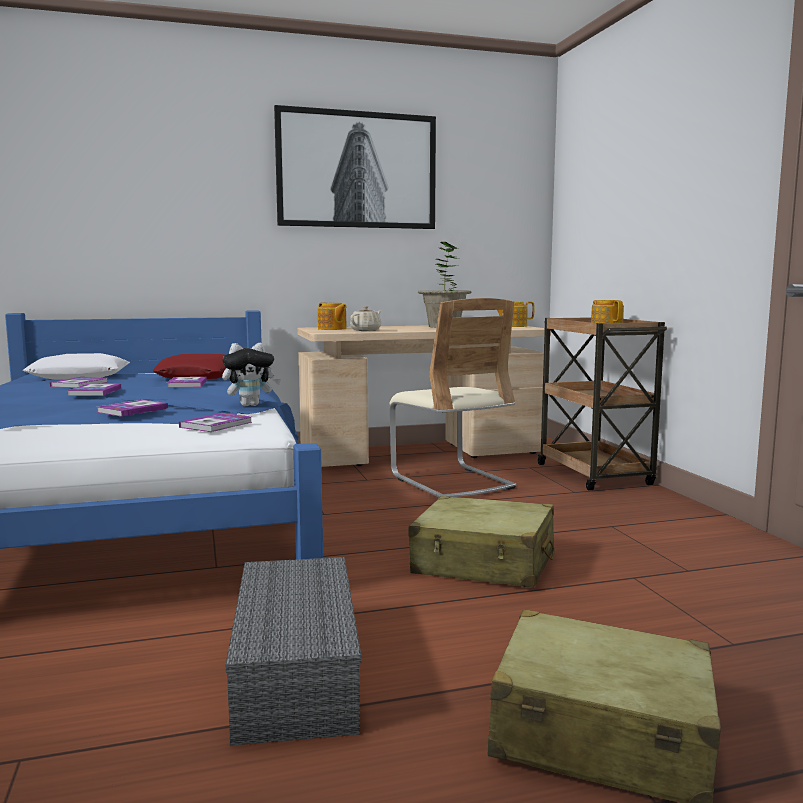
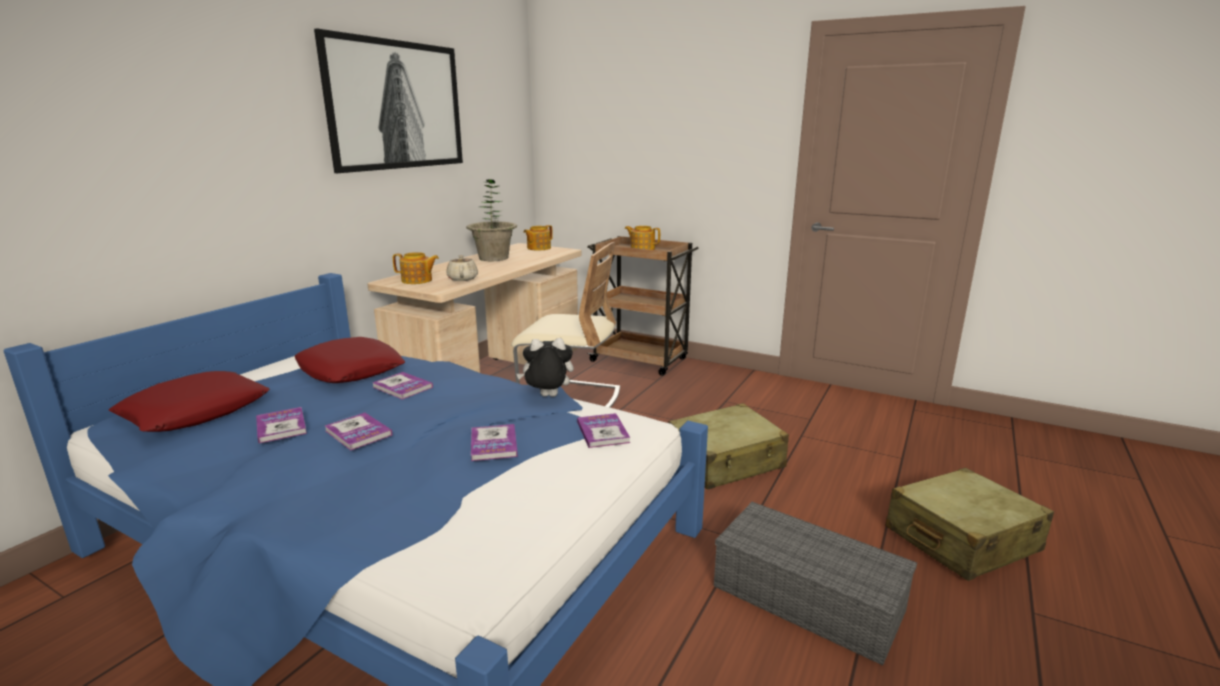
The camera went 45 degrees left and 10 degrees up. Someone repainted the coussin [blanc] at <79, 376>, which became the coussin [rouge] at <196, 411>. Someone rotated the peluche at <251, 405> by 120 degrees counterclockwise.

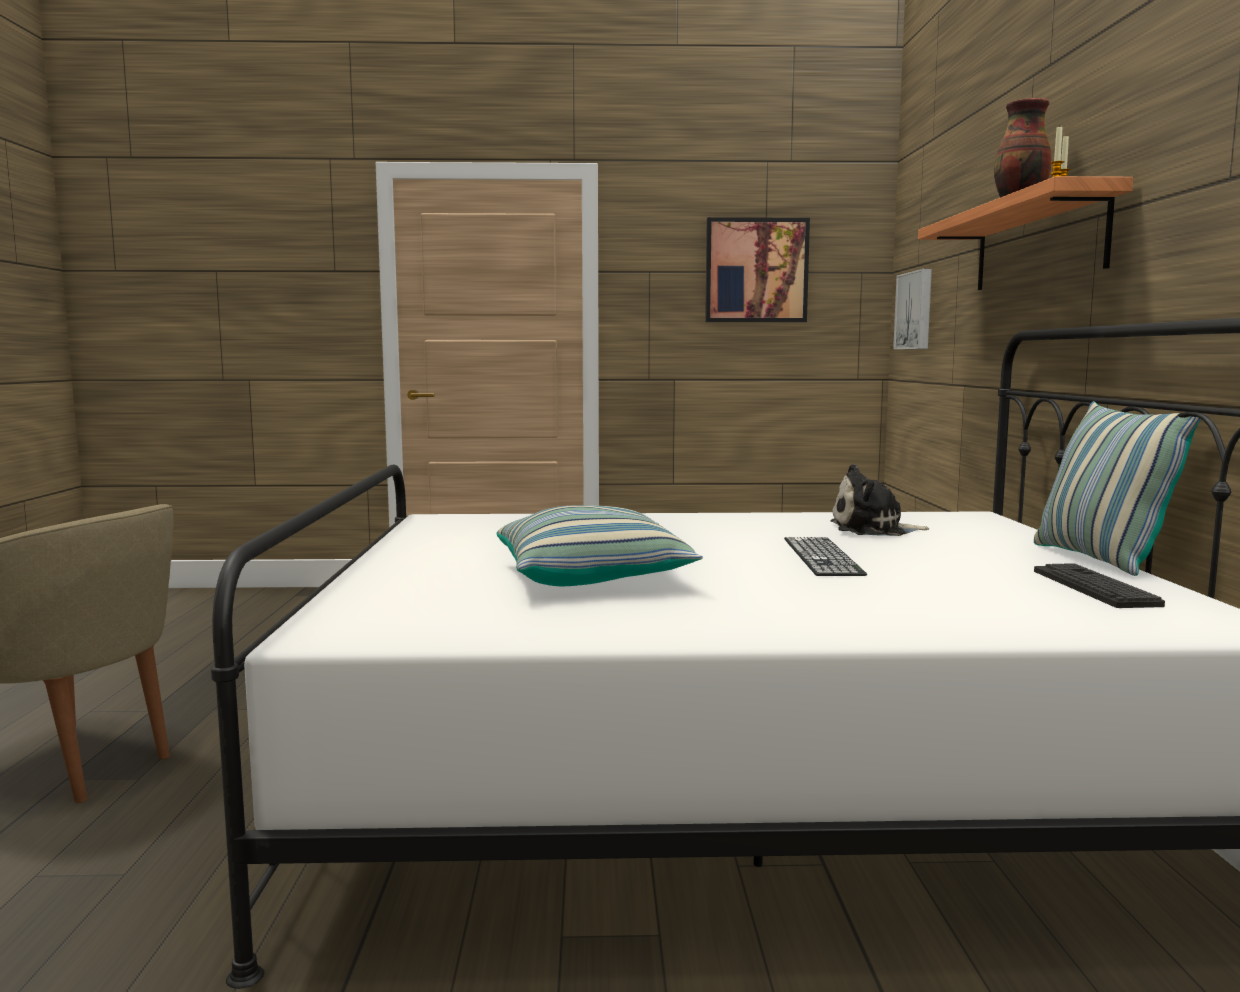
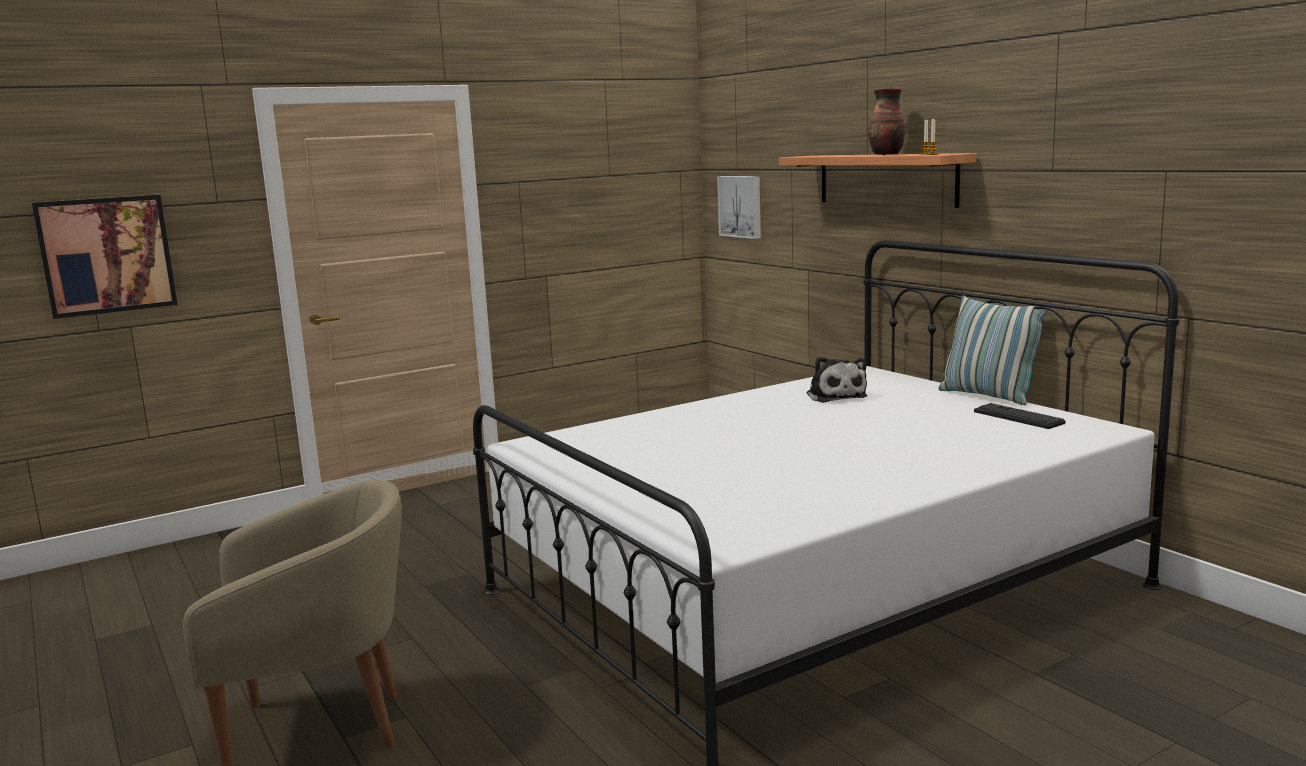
The camera went 30 degrees left and 5 degrees up. Someone took away the coussin at <593, 578>. Someone took away the clavier at <822, 556>. Someone carried the tableau from <756, 270> to <106, 255>. Someone rotated the peluche at <873, 530> by 75 degrees counterclockwise.

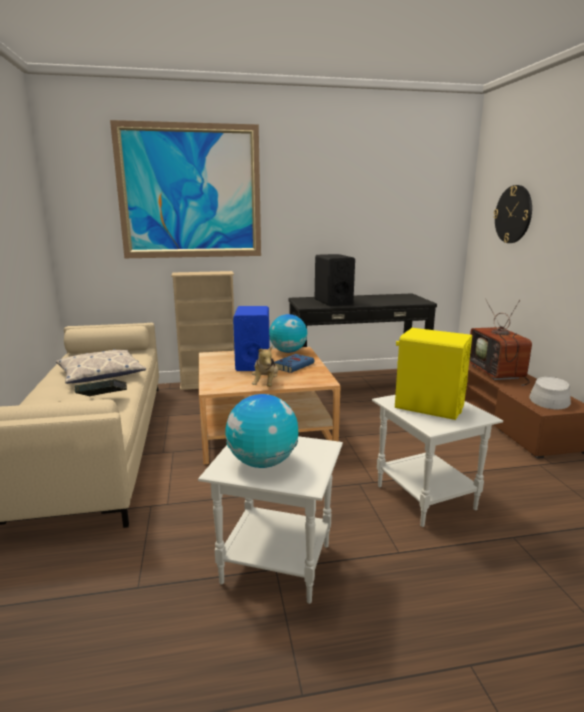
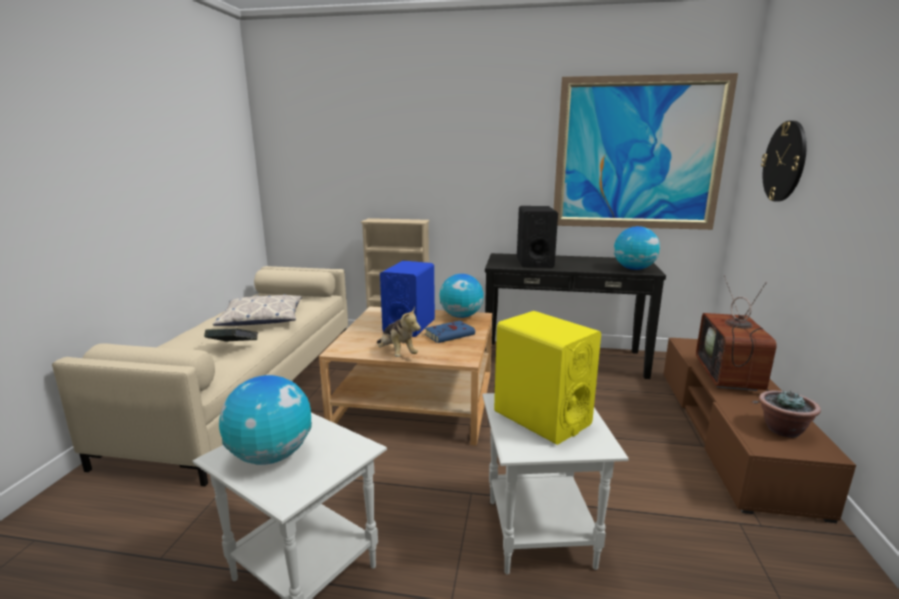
The camera went 20 degrees right and 0 degrees up. Someone put down the globe at <634, 269>. Someone carried the tableau from <190, 192> to <638, 154>. Someone swapped the chapeau [gris] at <549, 398> for the plante en pot at <782, 430>. Someone rotated the peluche at <266, 384> by 60 degrees counterclockwise.

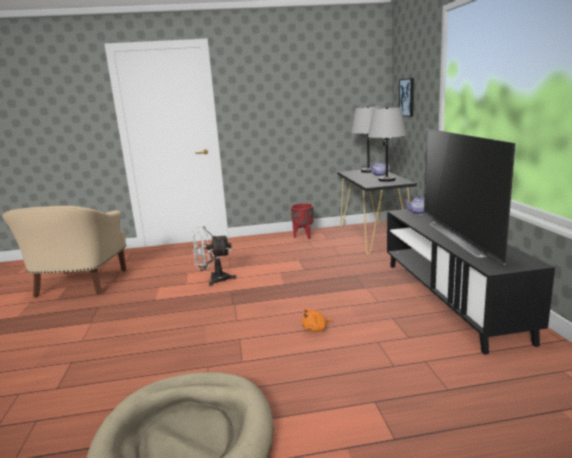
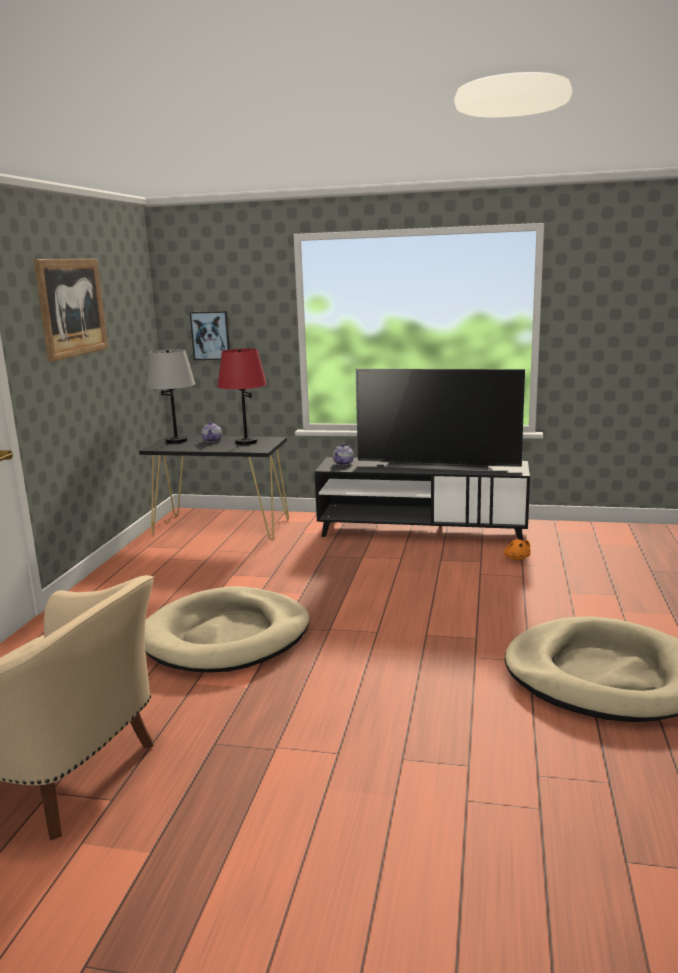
The camera went 70 degrees left and 0 degrees up. Someone took away the cache-pot [rouge] at <303, 236>. Someone put up the tableau at <72, 307>. Someone carried the peluche [orange] from <316, 329> to <516, 558>. Someone swapped the ventilateur [blanc] at <214, 280> for the panier pour chien [beige] at <227, 636>. Someone repainted the lampe de table [gris] at <386, 180>, which became the lampe de table [rouge] at <245, 442>.

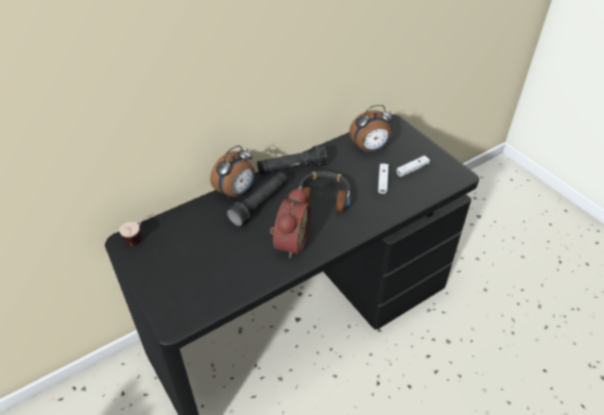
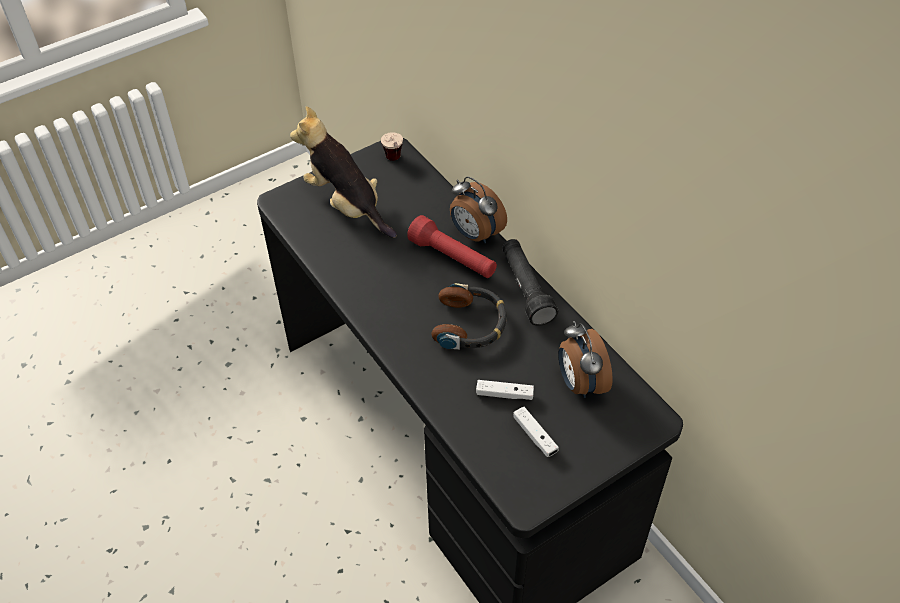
The camera went 90 degrees right and 5 degrees up. Someone took away the réveil at <289, 242>. Someone put down the peluche at <347, 205>. Someone repainted the lampe de poche [noir] at <260, 204>, which became the lampe de poche [rouge] at <453, 258>.

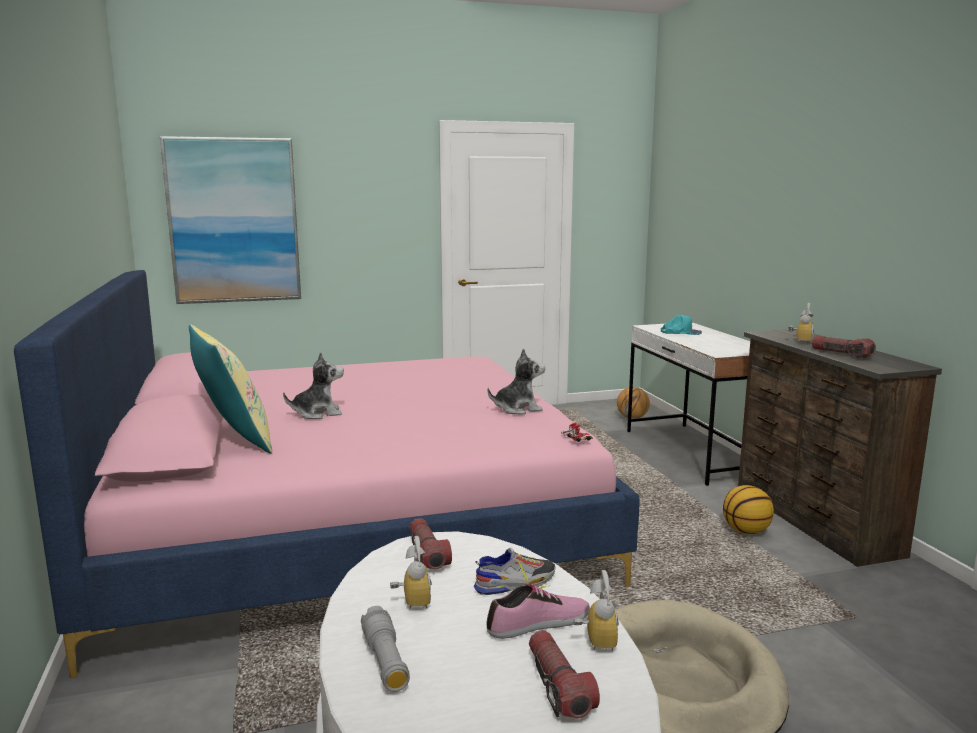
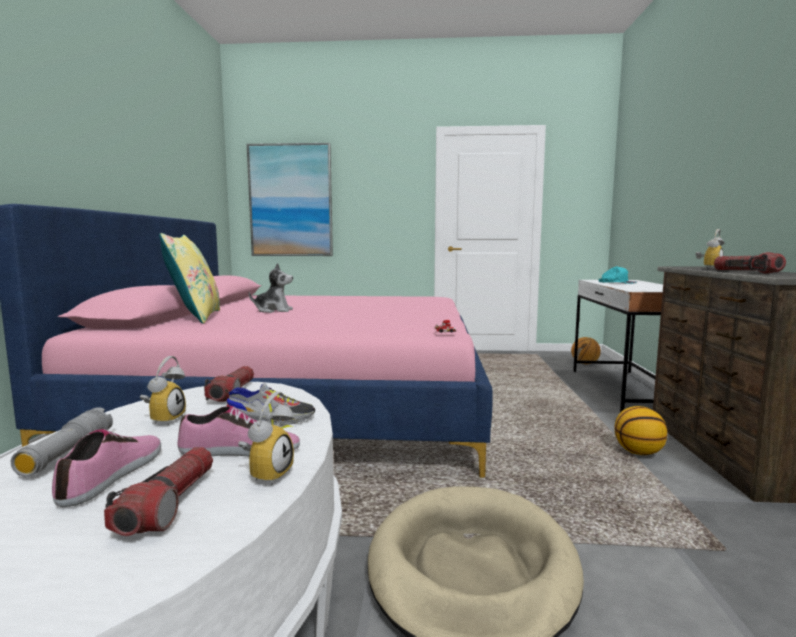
The camera went 20 degrees right and 5 degrees down. Someone took away the peluche at <517, 409>. Someone put down the chaussure at <114, 475>.

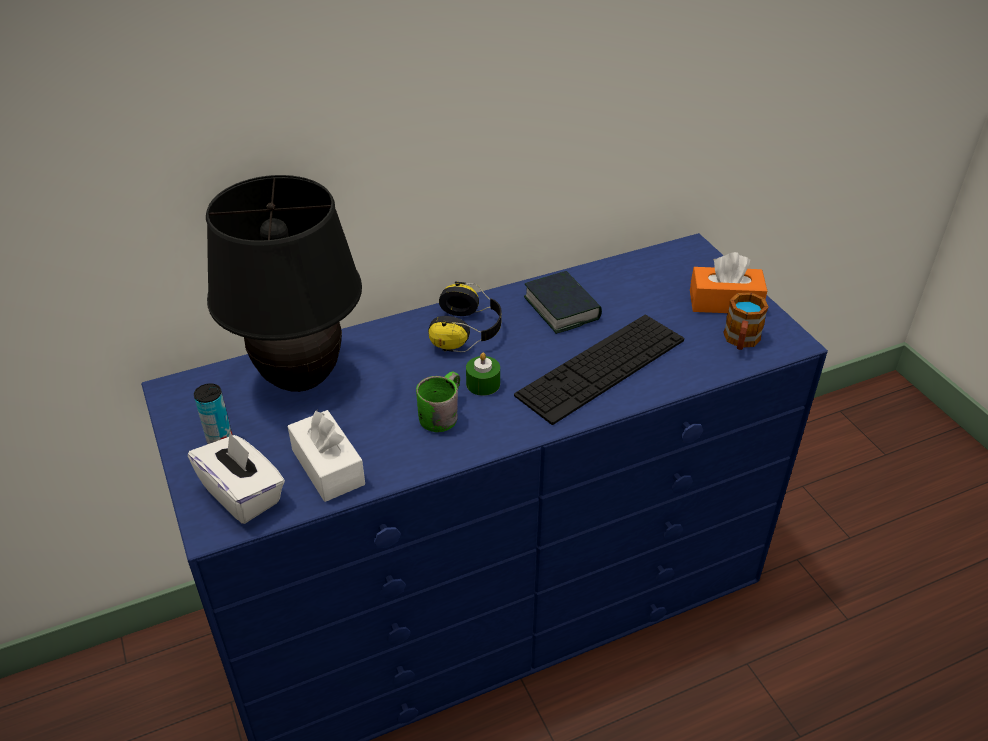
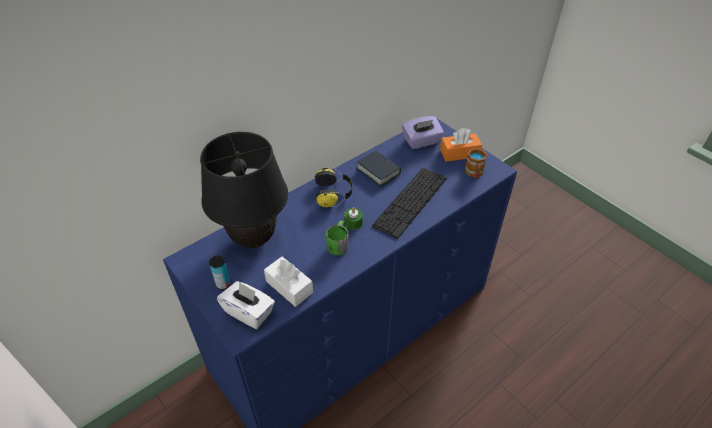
The camera went 15 degrees left and 5 degrees up. Someone put down the boîte à mouchoirs [violet] at <421, 141>.

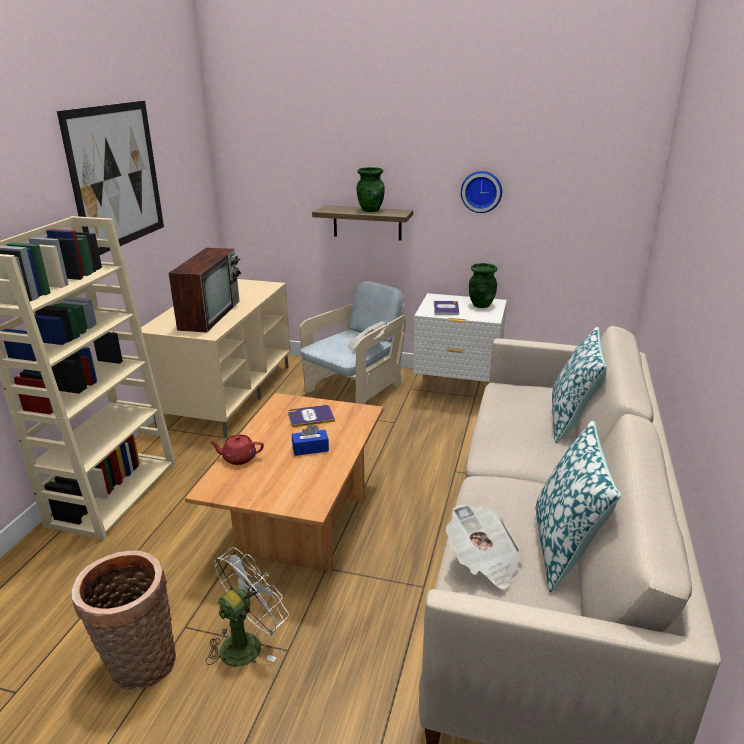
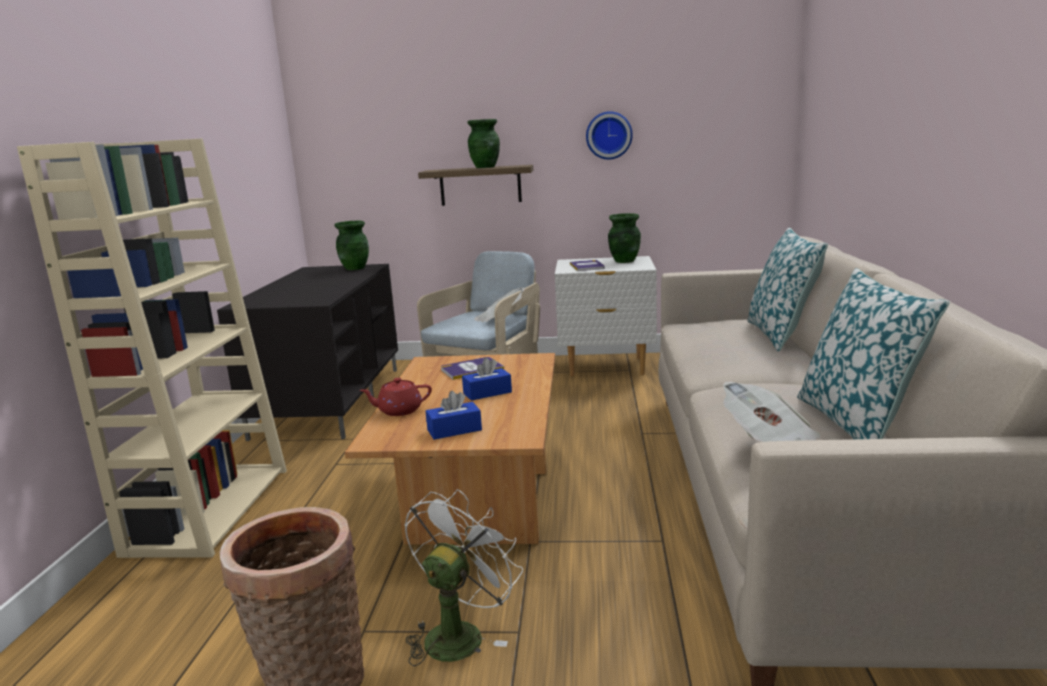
The camera went 10 degrees left and 10 degrees down. Someone took away the tableau at <116, 176>. Someone took away the téléviseur at <210, 314>. Someone put down the vase [vert] at <355, 268>. Someone put down the boîte à mouchoirs [bleu] at <454, 430>. Someone repainted the meuble télé [beige] at <227, 394>, which became the meuble télé [noir] at <329, 401>.

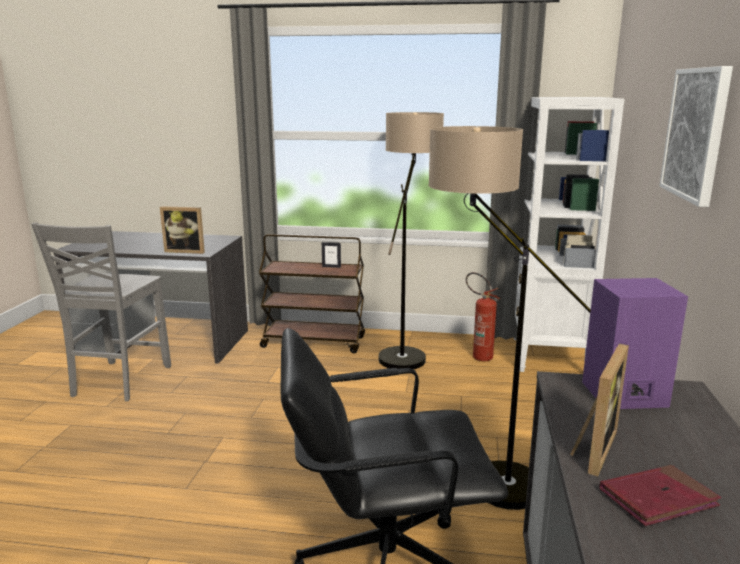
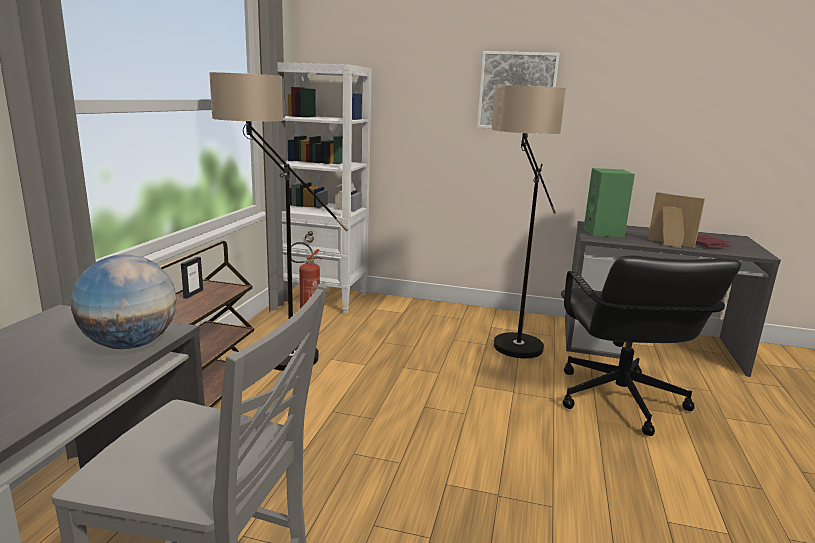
The camera went 85 degrees left and 0 degrees up. Someone swapped the cadre photo at <186, 251> for the globe at <130, 344>. Someone repainted the enceinte [violet] at <623, 395>, which became the enceinte [vert] at <604, 232>.

